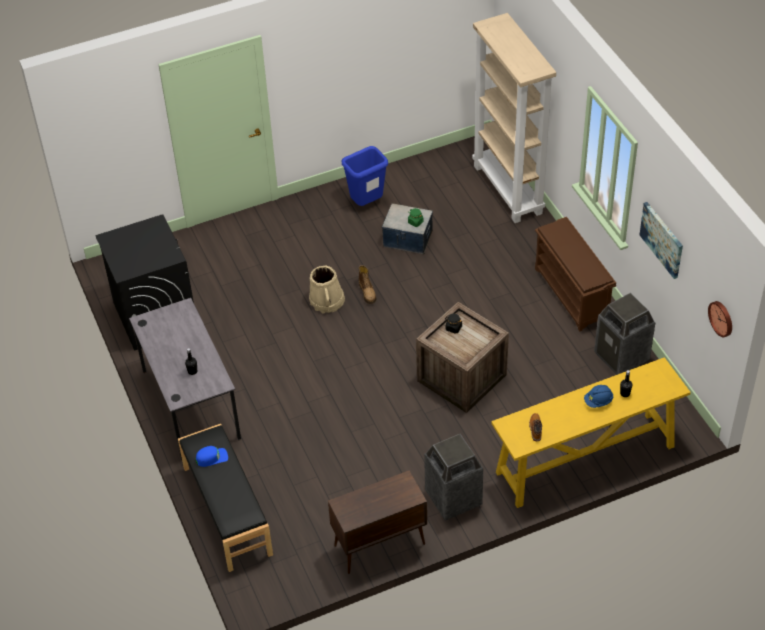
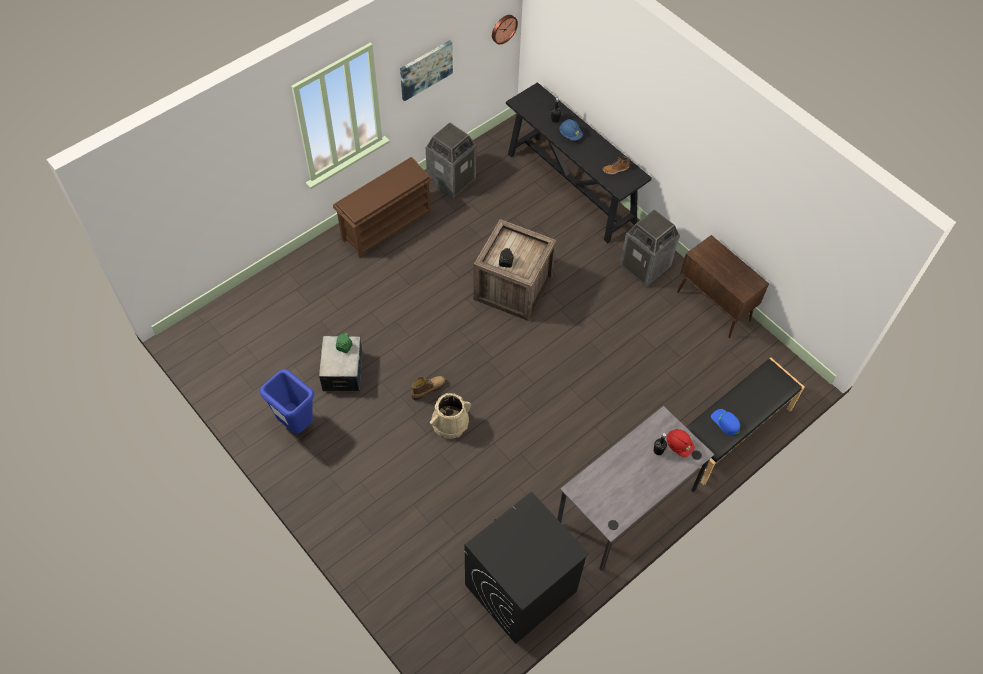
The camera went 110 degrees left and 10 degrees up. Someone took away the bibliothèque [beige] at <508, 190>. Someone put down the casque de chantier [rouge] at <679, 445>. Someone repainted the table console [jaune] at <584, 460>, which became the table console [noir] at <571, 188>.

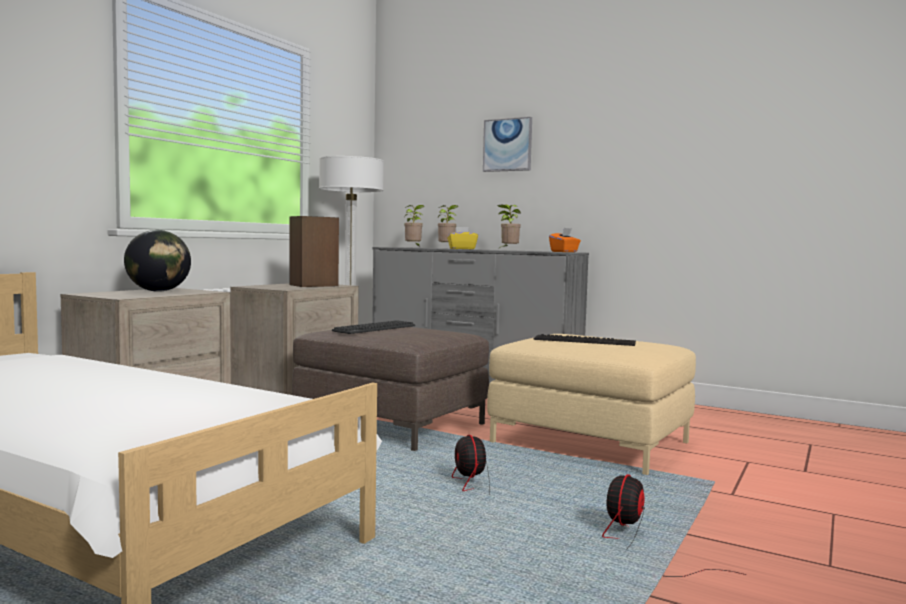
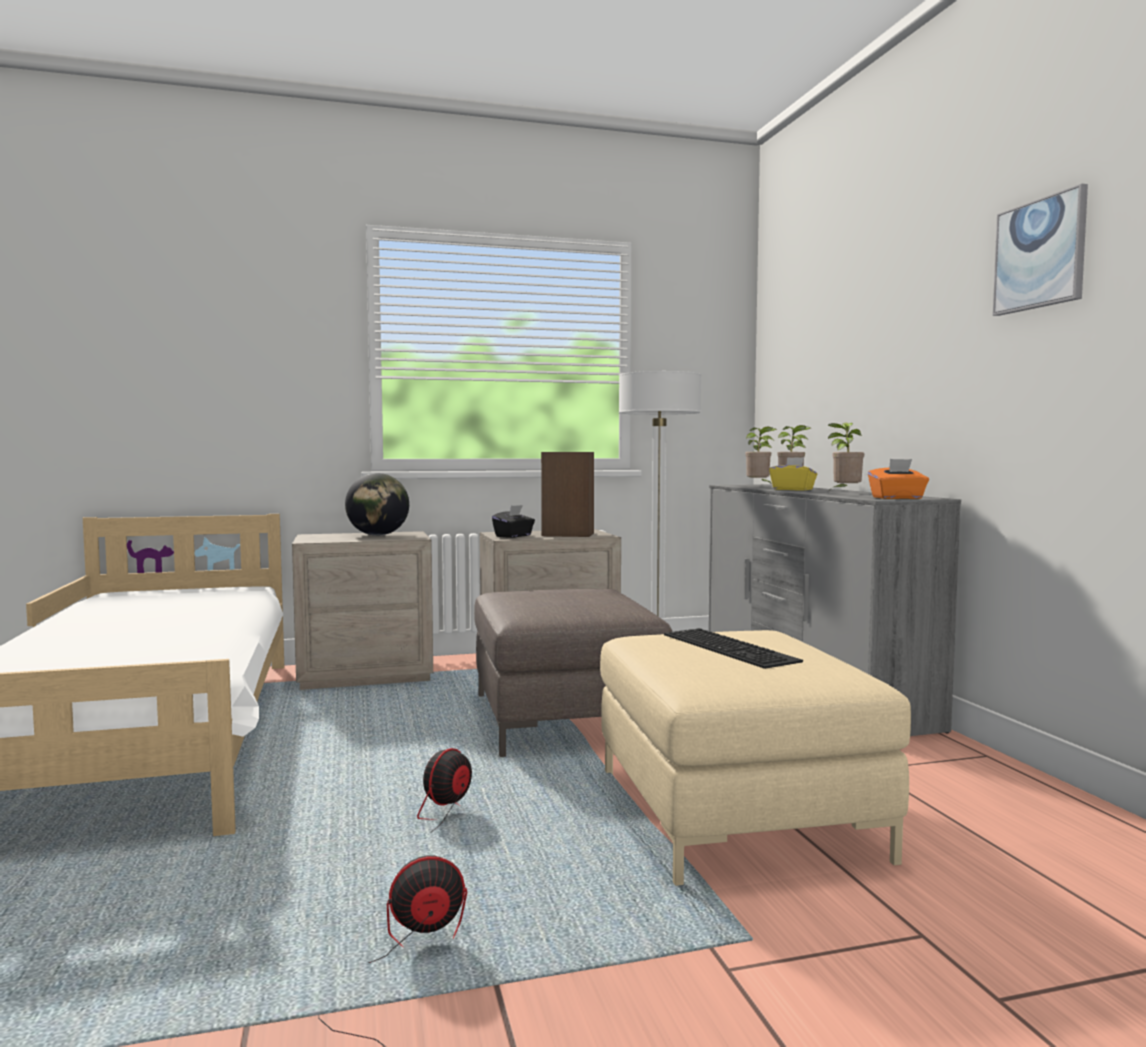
The camera went 45 degrees right and 0 degrees up. Someone took away the clavier at <375, 329>. Someone put down the boîte à mouchoirs [noir] at <514, 536>. Someone carried the tableau from <507, 145> to <1040, 254>.

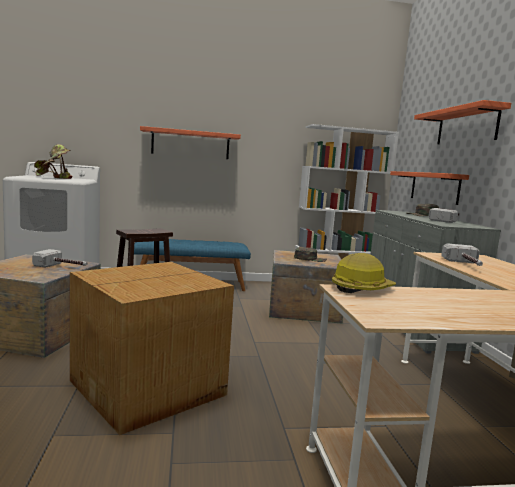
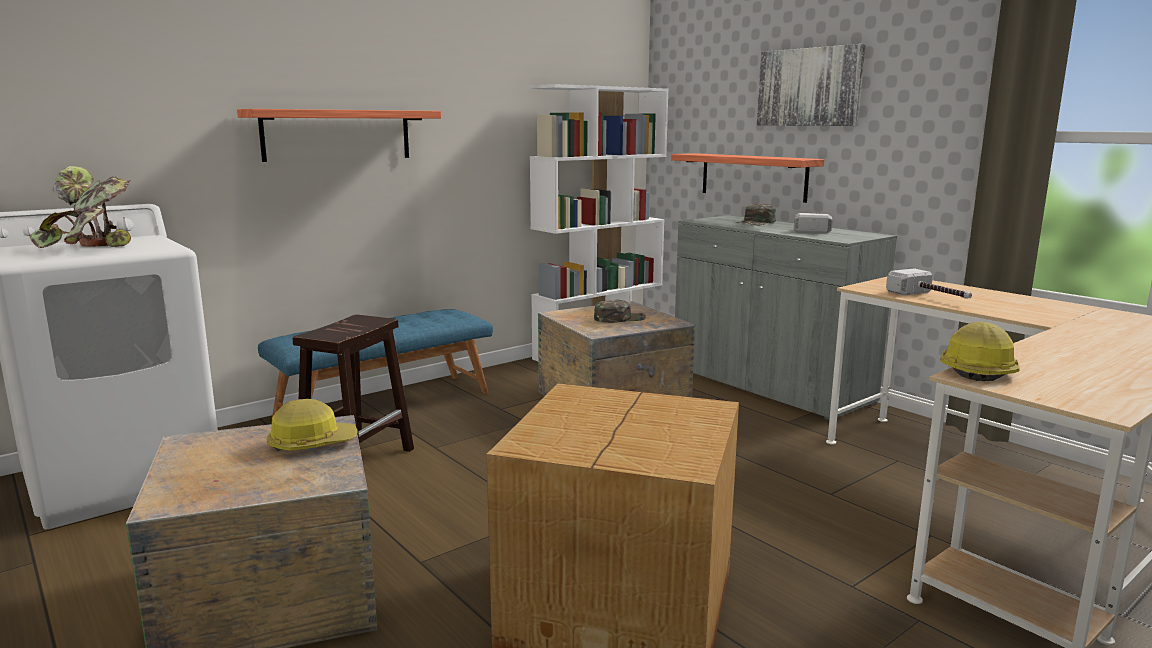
The camera went 30 degrees left and 5 degrees up. Someone swapped the marteau at <63, 267> for the casque de chantier at <312, 443>. Someone swapped the étagère at <466, 126> for the tableau at <809, 87>.

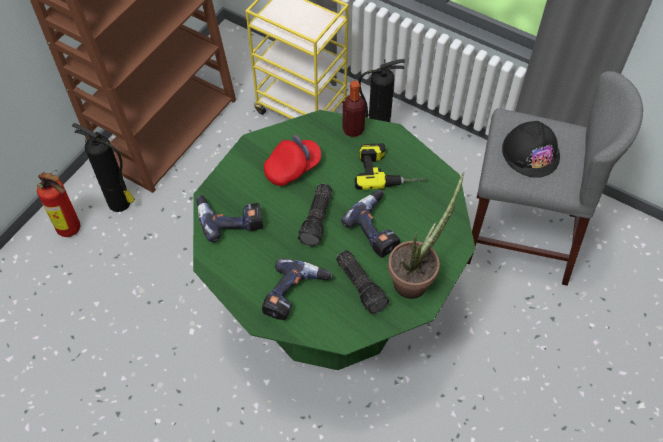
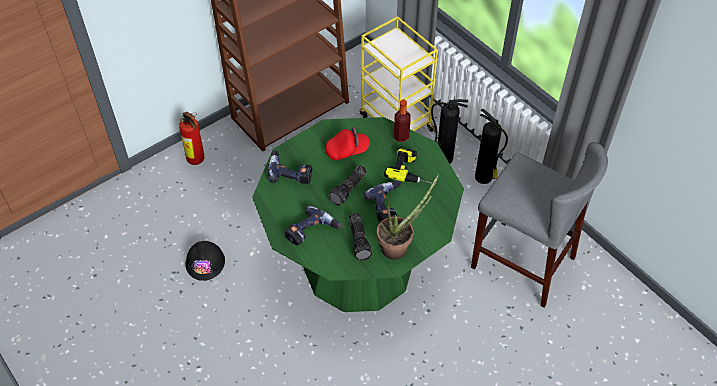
The camera went 20 degrees right and 5 degrees down. Someone carried the extincteur from <121, 203> to <484, 178>. Someone carried the casque de chantier [noir] from <530, 152> to <205, 262>.

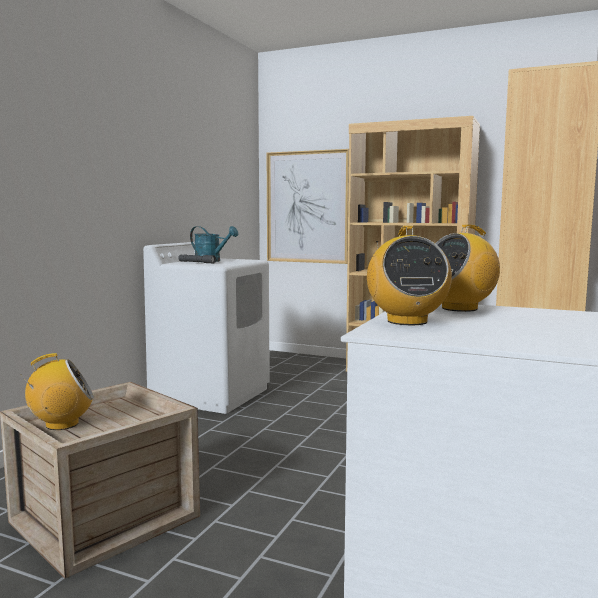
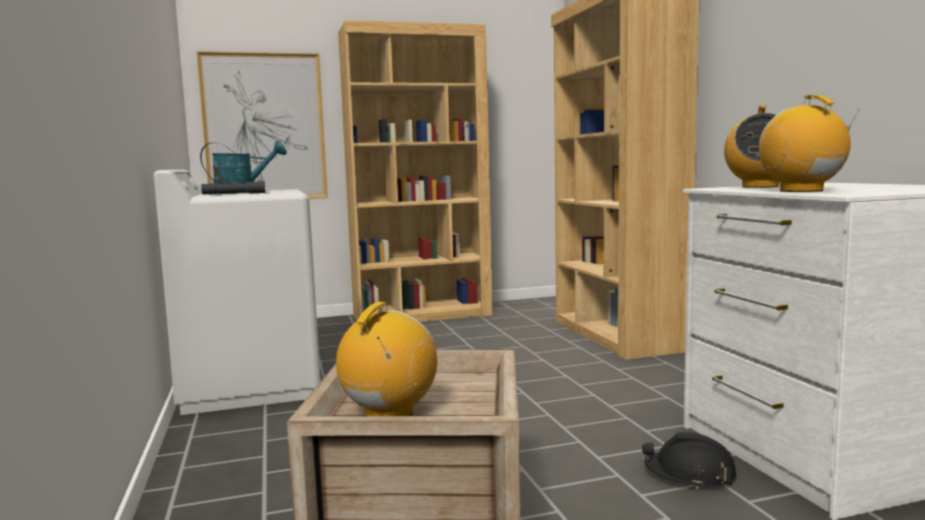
The camera went 40 degrees left and 0 degrees up. Someone put down the casque de chantier [noir] at <689, 475>. Someone rotated the radio at <406, 321> by 150 degrees counterclockwise.

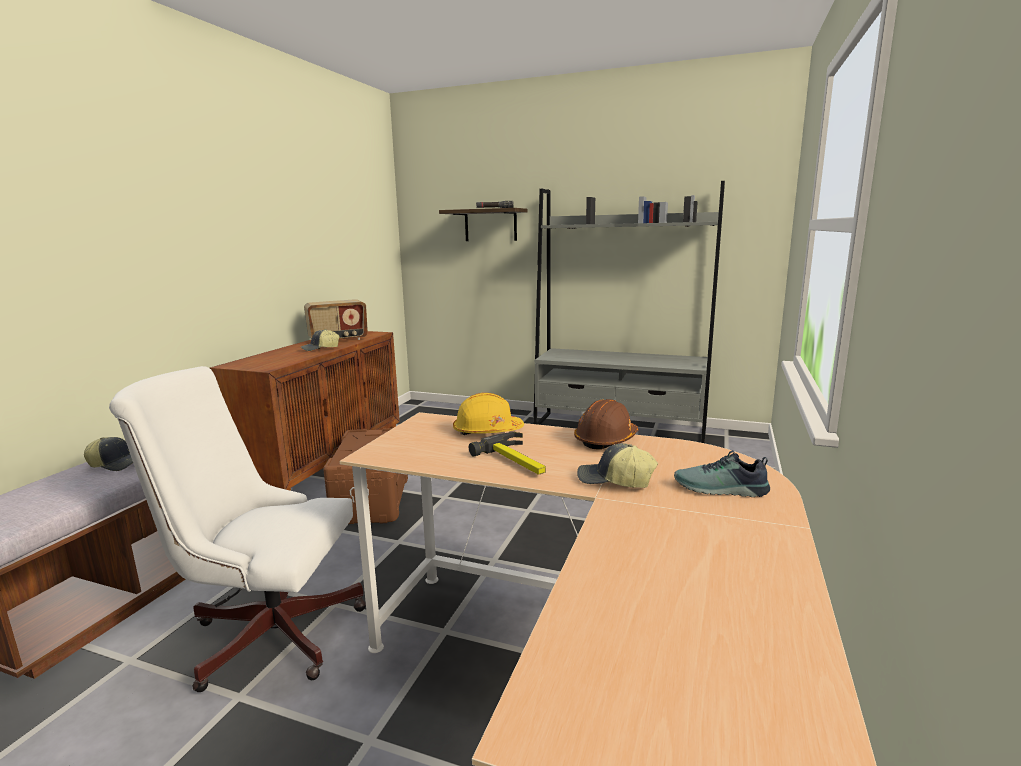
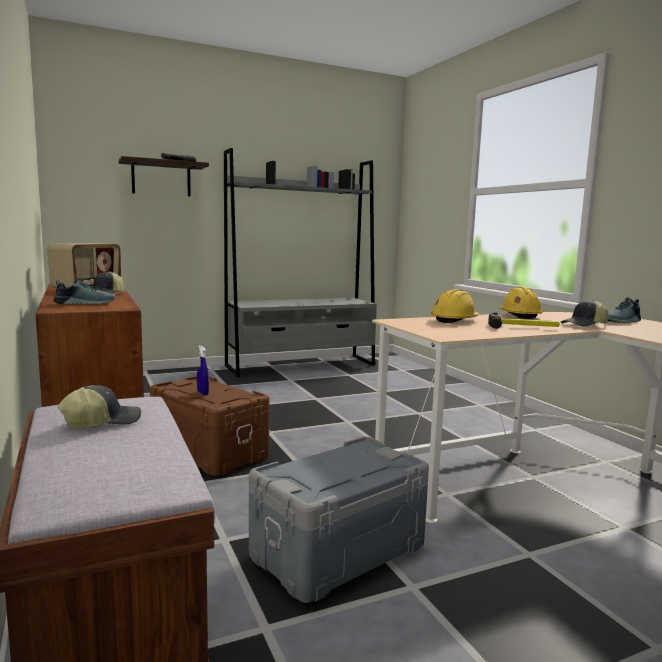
The camera went 45 degrees left and 5 degrees down. Someone put down the chaussure at <85, 303>. Someone put down the vaporisateur [bleu] at <202, 393>. Someone swapped the chaise de bureau [blanc] at <267, 631> for the boîte de rangement [gris] at <337, 550>. Someone repainted the casque de chantier [marron] at <606, 440>, which became the casque de chantier [jaune] at <519, 315>.

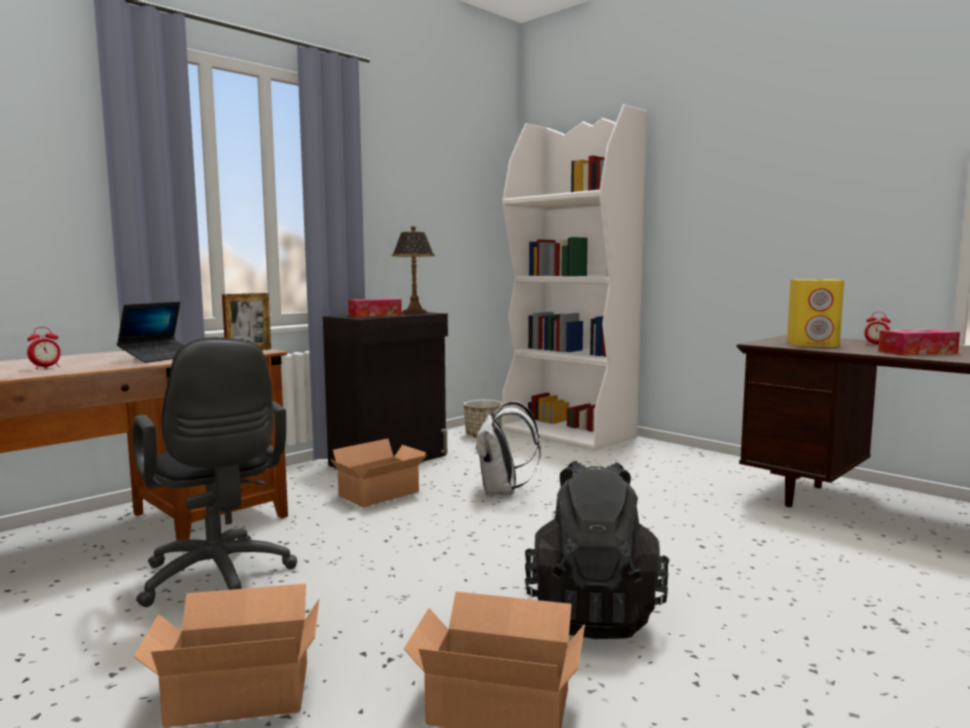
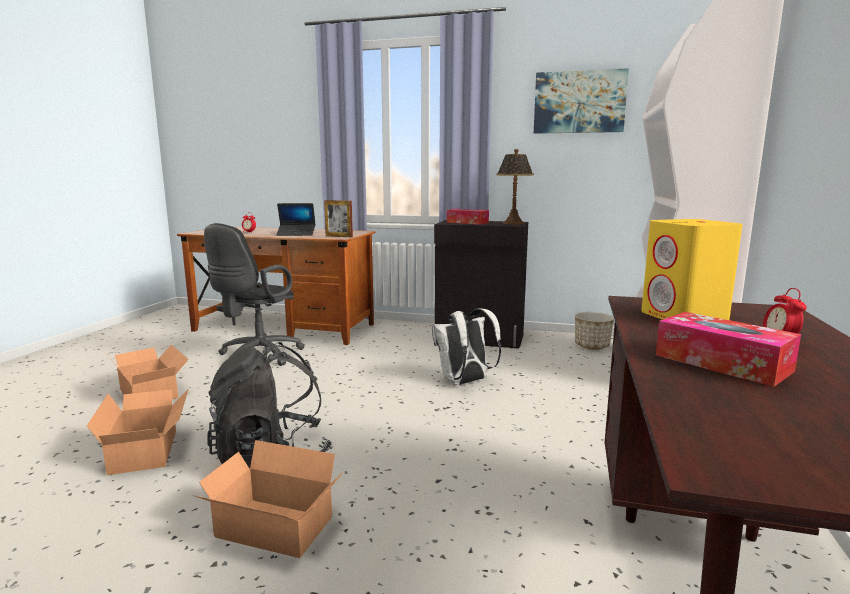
The camera went 60 degrees right and 5 degrees up. Someone put up the tableau at <579, 102>. Someone carried the carton from <382, 494> to <274, 530>.

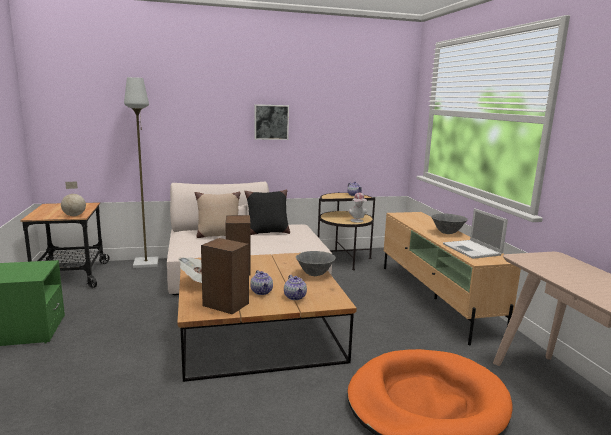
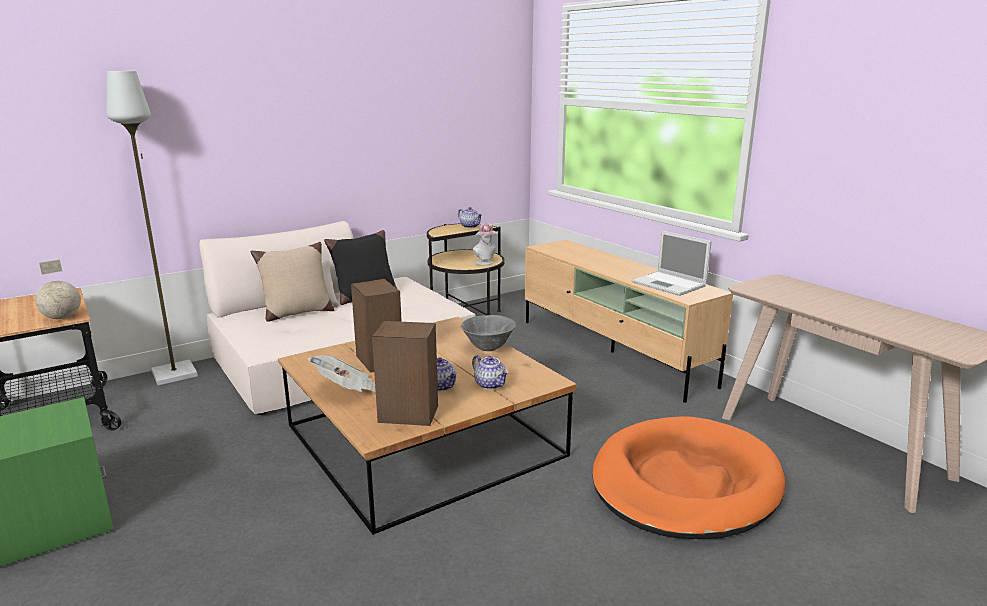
The camera went 20 degrees left and 5 degrees up. Someone took away the tableau at <271, 122>. Someone took away the bol [gris] at <447, 233>.

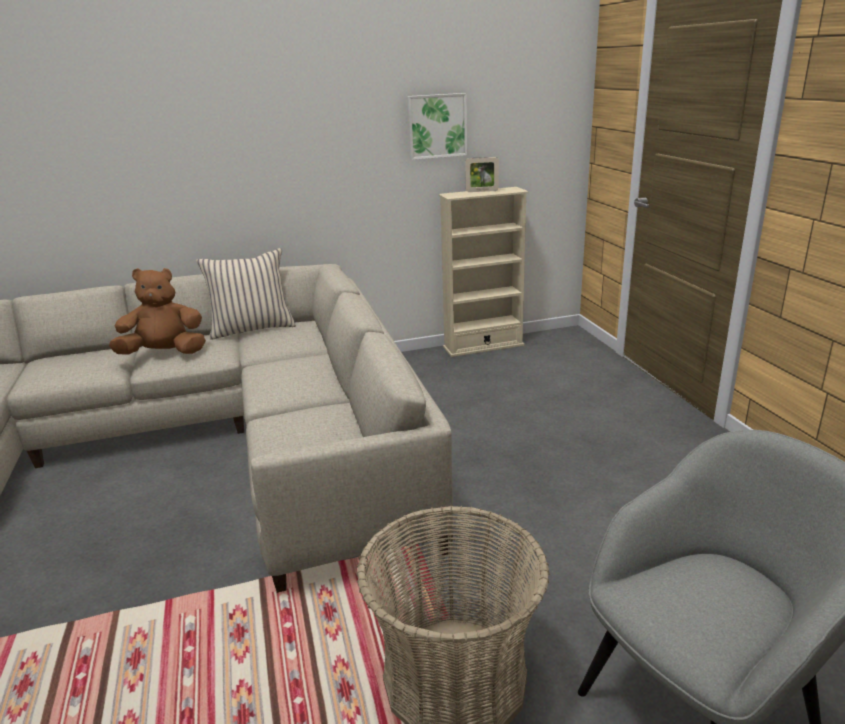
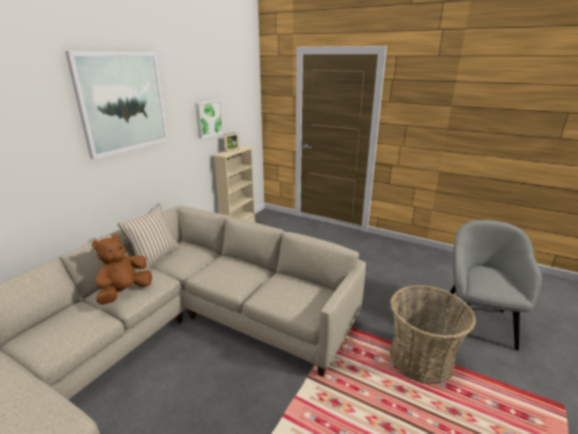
The camera went 45 degrees left and 0 degrees up. Someone put up the tableau at <123, 102>.

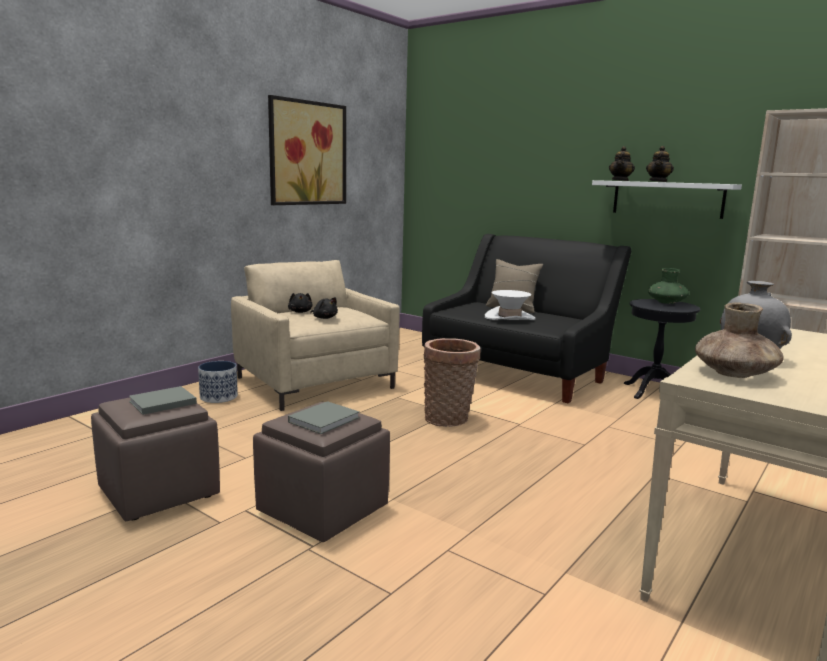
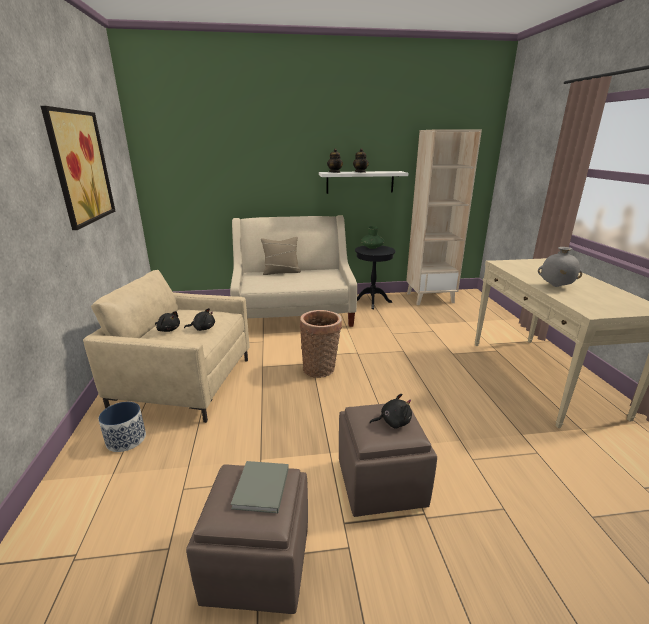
The camera went 45 degrees left and 10 degrees up. Someone took away the chapeau [blanc] at <509, 317>. Someone took away the vase [marron] at <734, 374>. Someone swapped the livre [gris] at <325, 419> for the peluche [noir] at <393, 422>. Someone repainted the canapé [noir] at <517, 372>, which became the canapé [beige] at <293, 314>.

